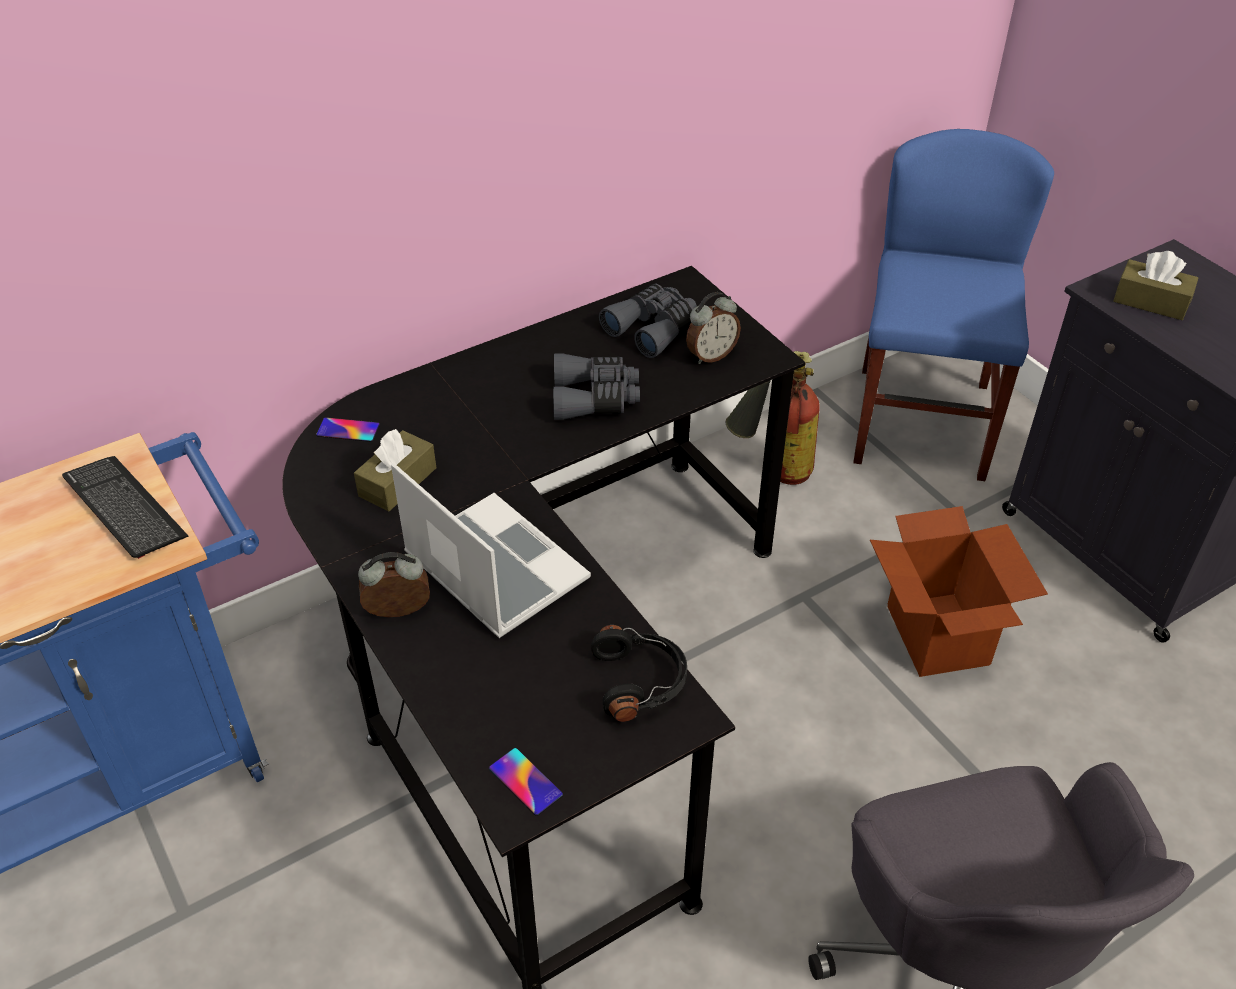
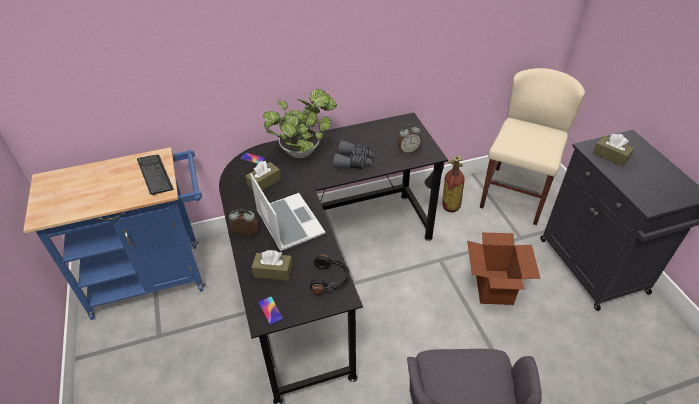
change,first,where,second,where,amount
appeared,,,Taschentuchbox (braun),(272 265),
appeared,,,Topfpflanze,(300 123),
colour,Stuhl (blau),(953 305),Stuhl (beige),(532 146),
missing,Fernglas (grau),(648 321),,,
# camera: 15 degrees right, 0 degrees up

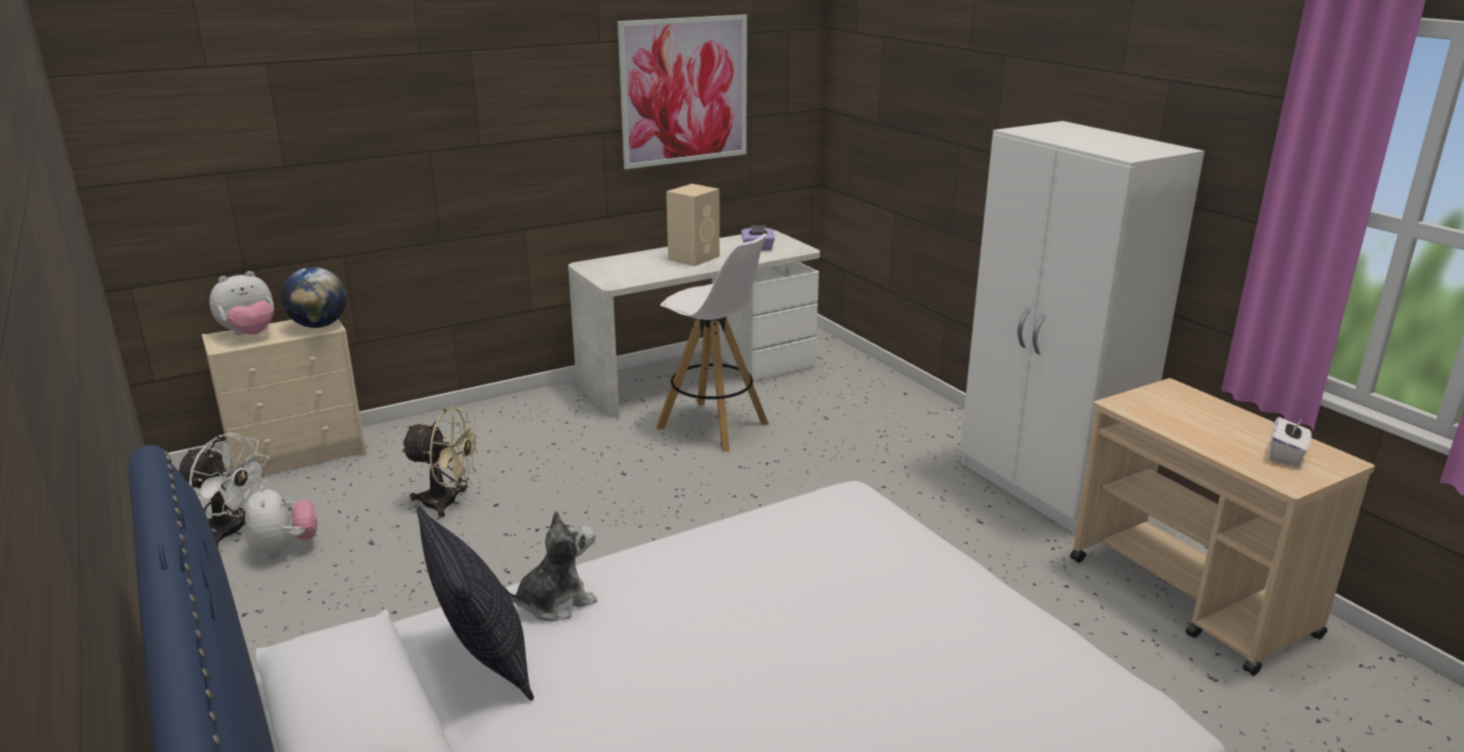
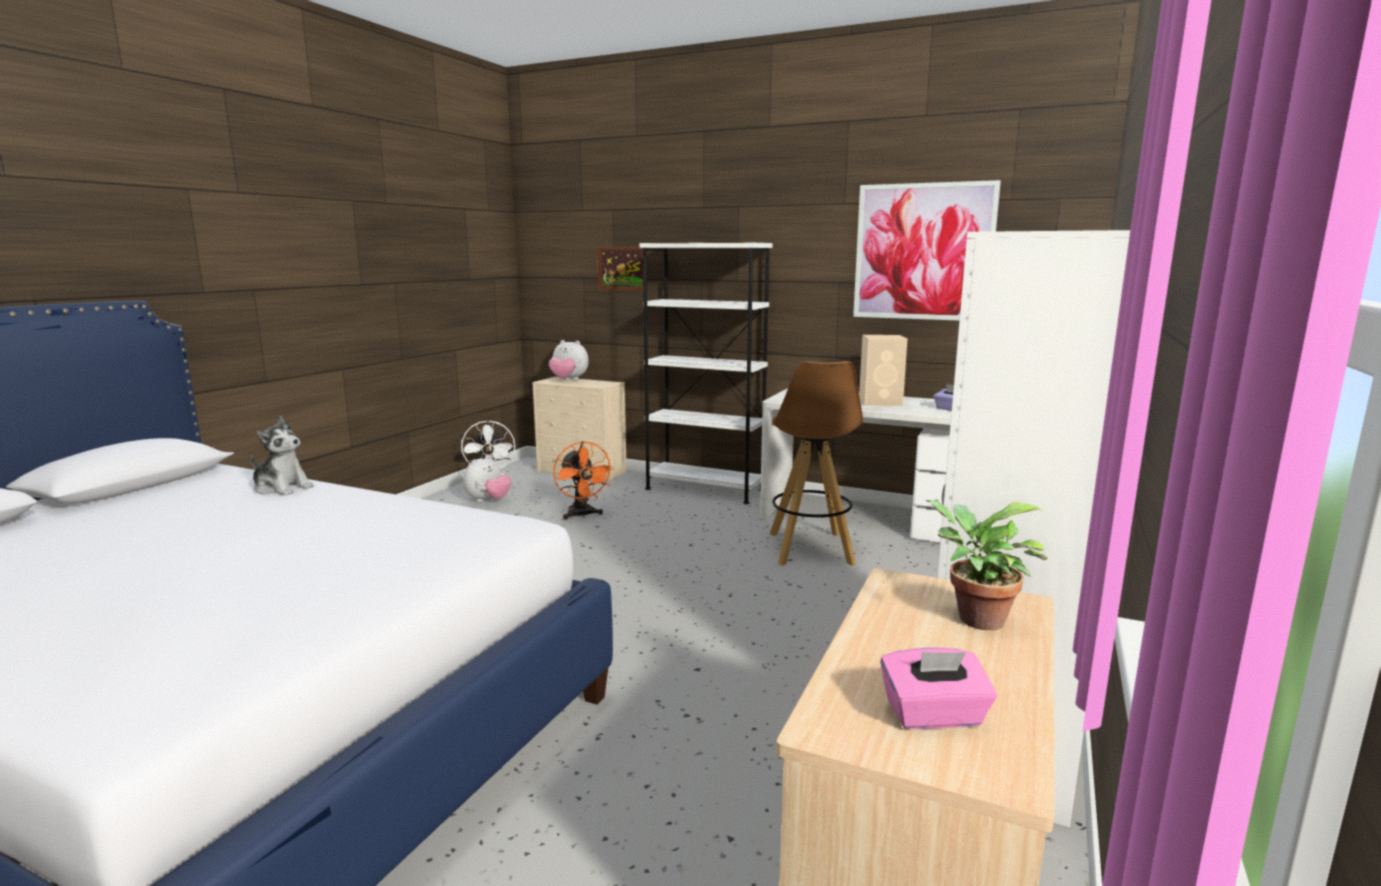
change,first,where,second,where,amount
colour,Ventilator (beige),(441 462),Ventilator (orange),(583 480),
appeared,,,Bild,(620 268),
appeared,,,Bücherregal (weiß),(706 373),
colour,Hocker (weiß),(712 342),Hocker (braun),(816 463),
colour,Taschentuchbox (weiß),(1290 441),Taschentuchbox (rosa),(938 688),
appeared,,,Topfpflanze,(986 564),
missing,Globus,(314 297),,,
missing,Kissen,(475 603),,,
# camera: 55 degrees right, 10 degrees down

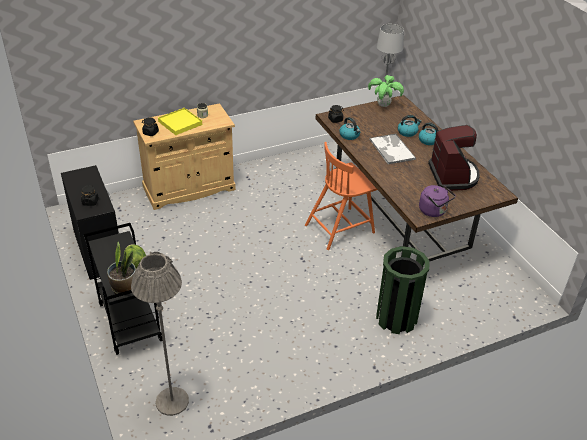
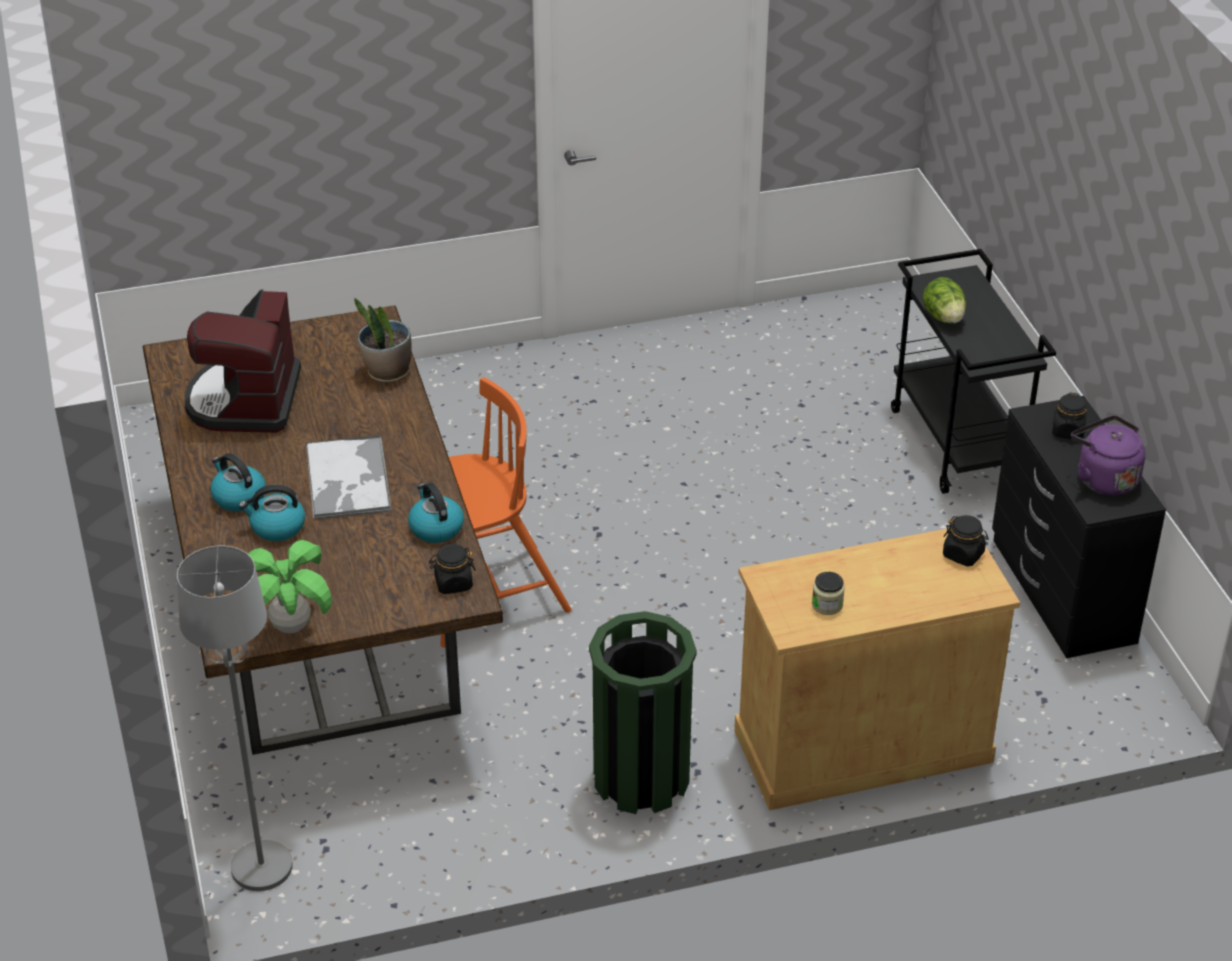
change,first,where,second,where,amount
relocated,Topfpflanze,(121 268),,(383 340),
relocated,Mülleimer (grün),(403 290),,(643 712),
relocated,Wasserkessel (lila),(437 201),,(1108 456),
missing,Stehlampe (grau),(160 334),,,
missing,Tablett (gelb),(180 121),,,
# camera: 170 degrees left, 0 degrees up

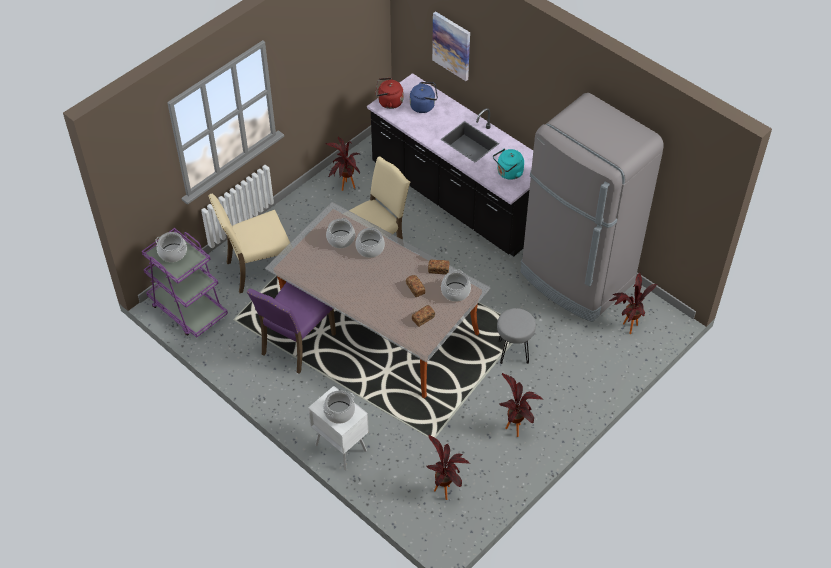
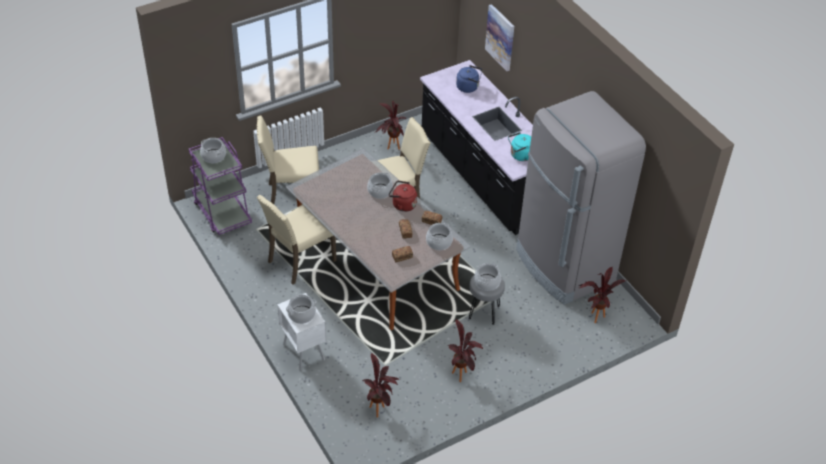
change,first,where,second,where,amount
colour,Stuhl (lila),(291 328),Stuhl (beige),(297 239),
relocated,Wasserkessel (rot),(389 93),,(403 196),
relocated,Kochtopf,(340 233),,(487 277),
# camera: 15 degrees right, 5 degrees down

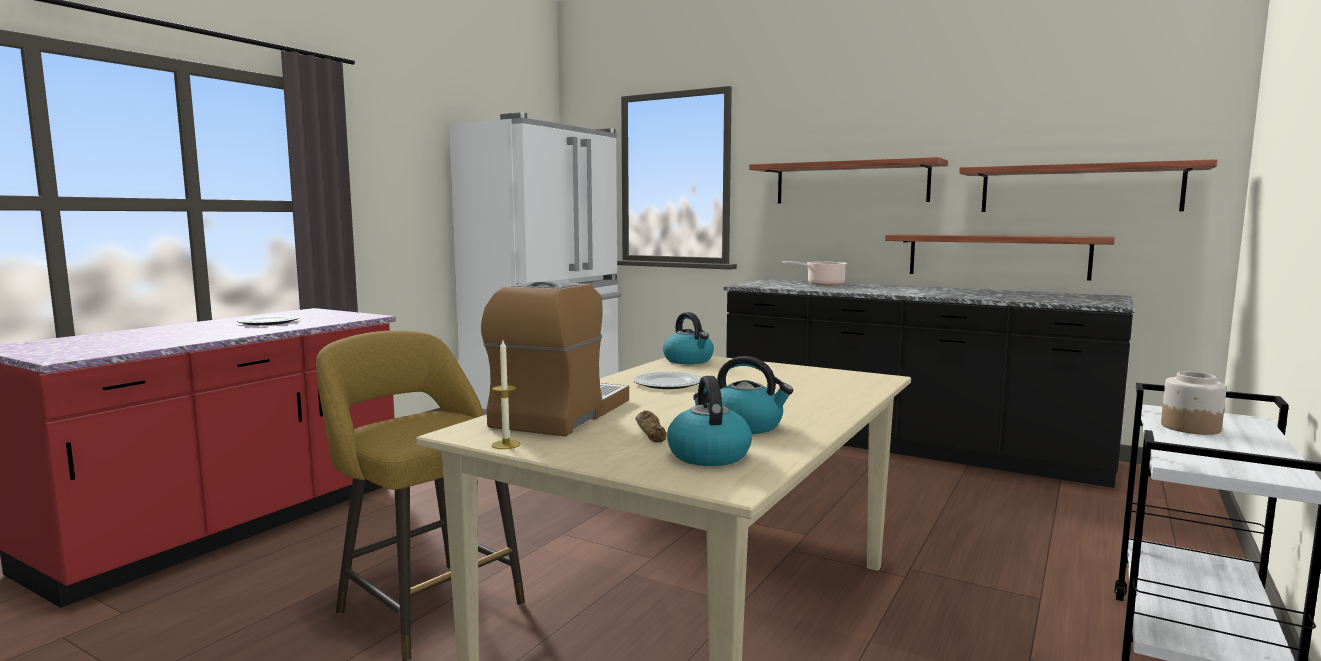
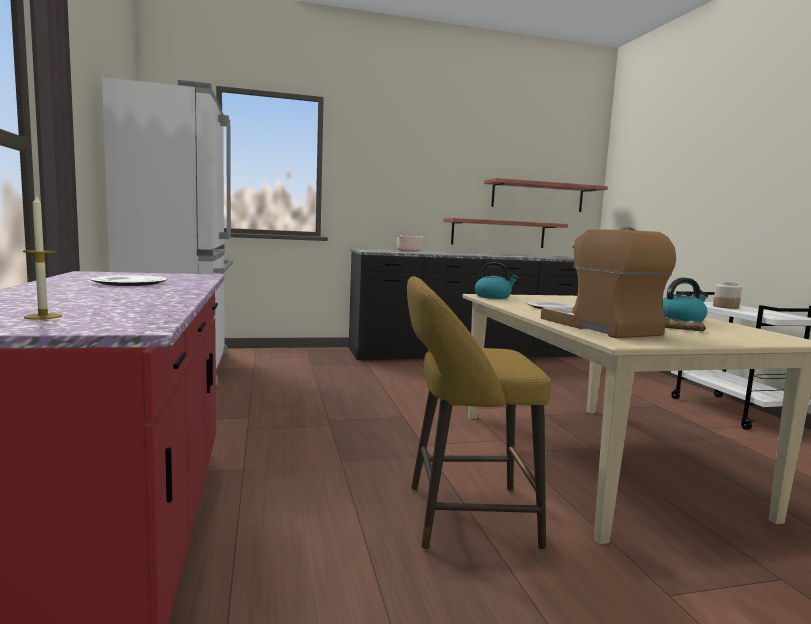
change,first,where,second,where,amount
relocated,Kerze,(506 394),,(42 256),
missing,Wasserkessel,(709 421),,,
missing,Wandregal,(848 180),,,
# camera: 45 degrees left, 0 degrees up

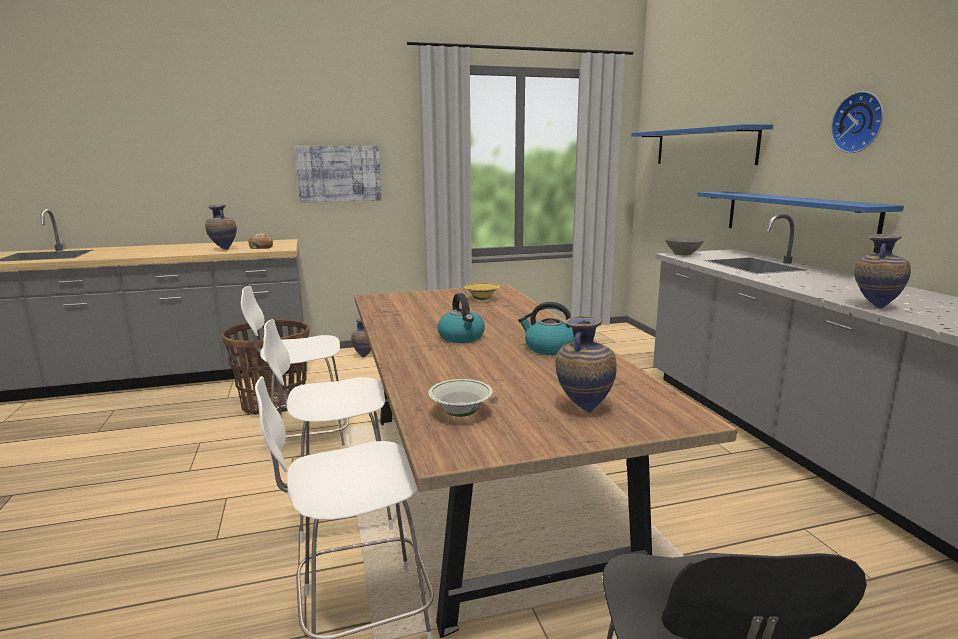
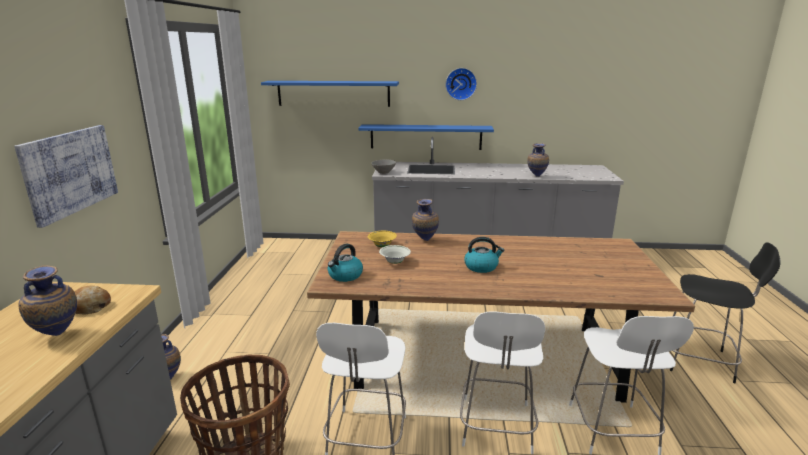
change,first,where,second,where,amount
relocated,Wasserkessel,(546 328),,(345 263),
relocated,Schüssel (weiß),(460 398),,(395 254),
relocated,Vase,(586 364),,(425 220),
# camera: 70 degrees left, 5 degrees up

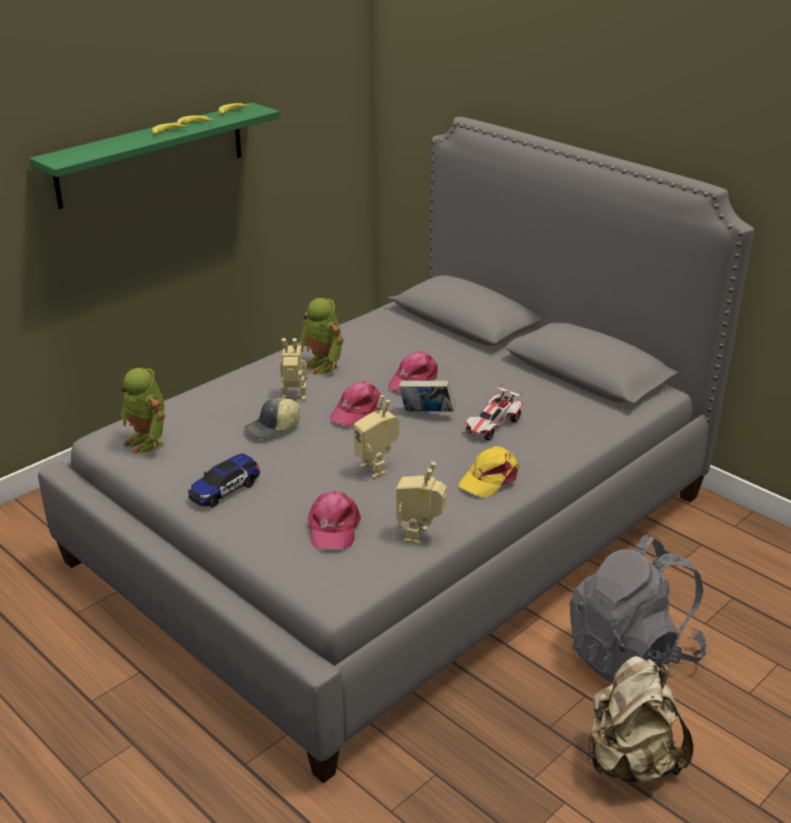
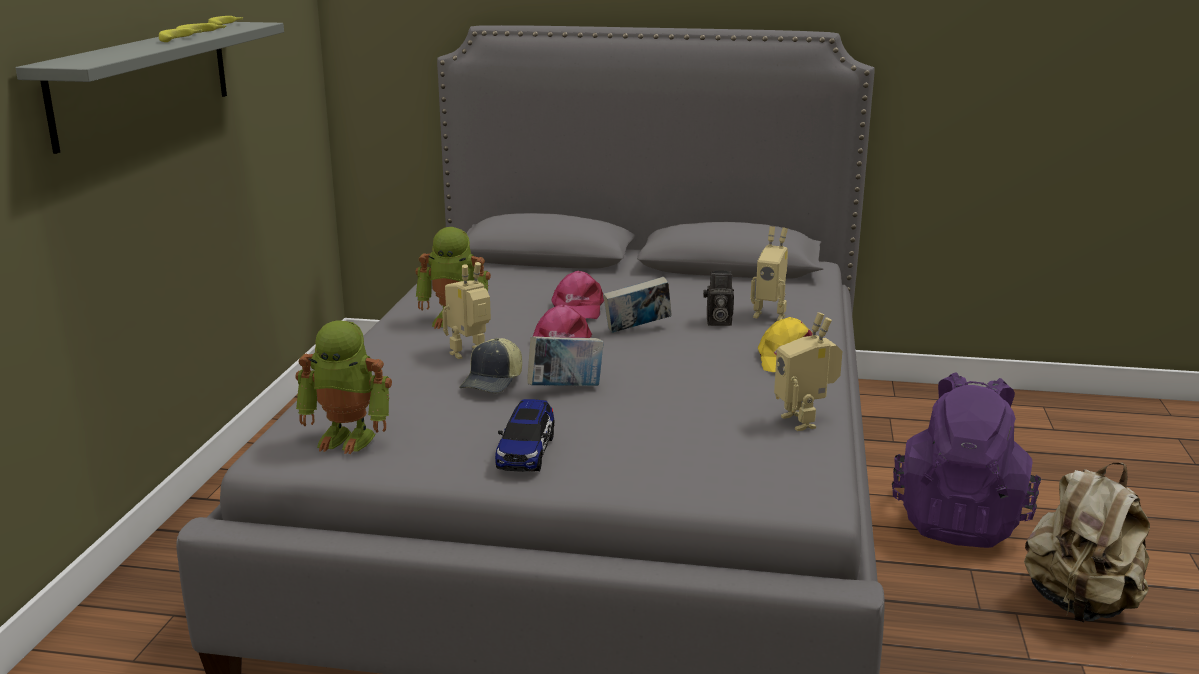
change,first,where,second,where,amount
colour,Wandregal (grün),(154 156),Wandregal (grau),(150 88),
appeared,,,Buch,(565 361),
exchanged,Spielzeugauto,(494 411),Kamera,(718 298),
relocated,Spielzeugroboter,(376 436),,(769 273),
colour,Rucksack (grau),(638 609),Rucksack (lila),(966 460),
missing,Kappe (rosa),(334 520),,,
# camera: 35 degrees left, 10 degrees down

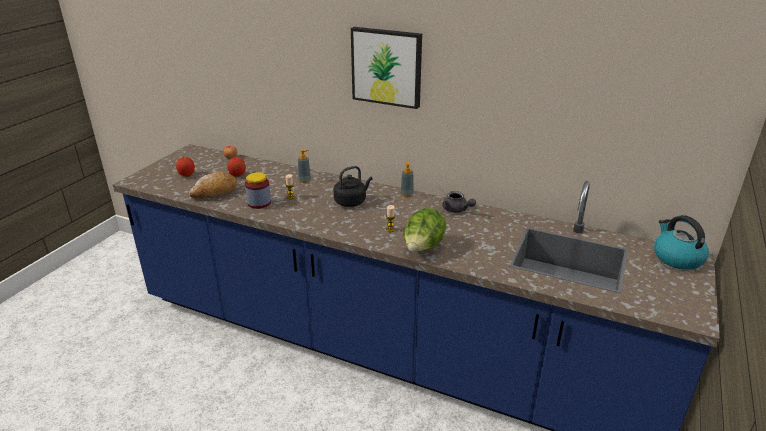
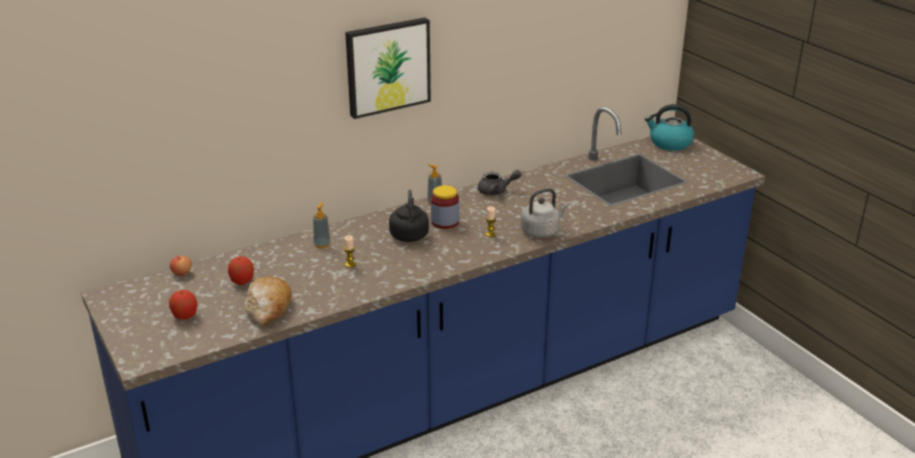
change,first,where,second,where,amount
relocated,Vorratsglas,(258 190),,(445 207),
exchanged,Salatkopf,(425 230),Wasserkessel (grau),(545 213),
# camera: 55 degrees left, 0 degrees up

